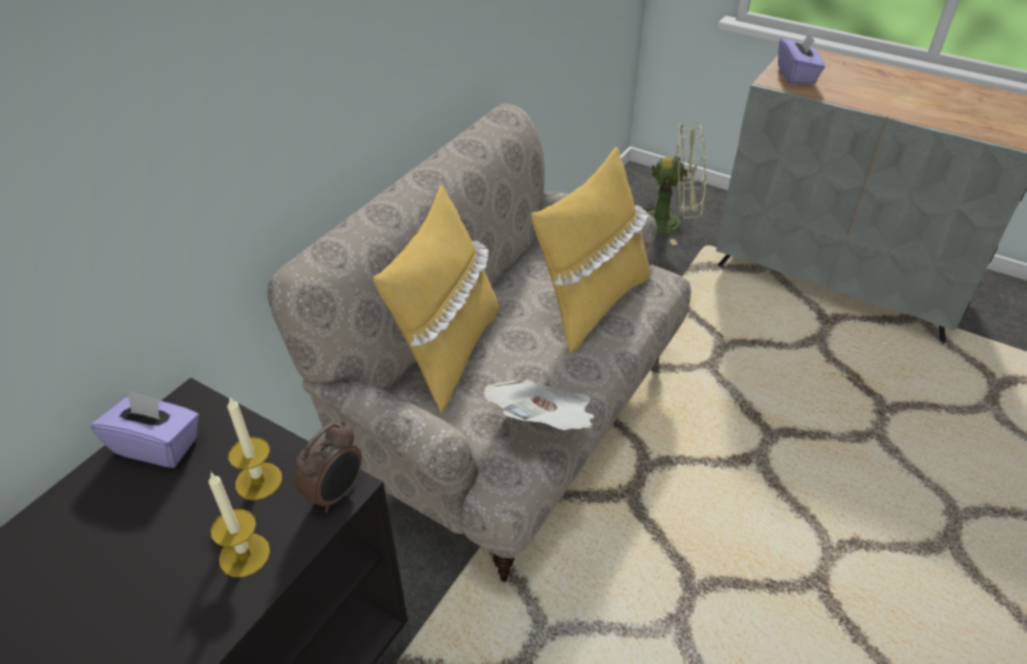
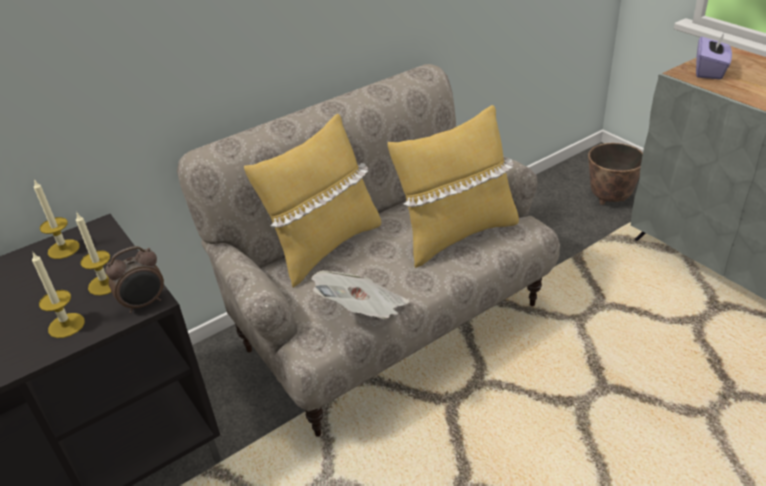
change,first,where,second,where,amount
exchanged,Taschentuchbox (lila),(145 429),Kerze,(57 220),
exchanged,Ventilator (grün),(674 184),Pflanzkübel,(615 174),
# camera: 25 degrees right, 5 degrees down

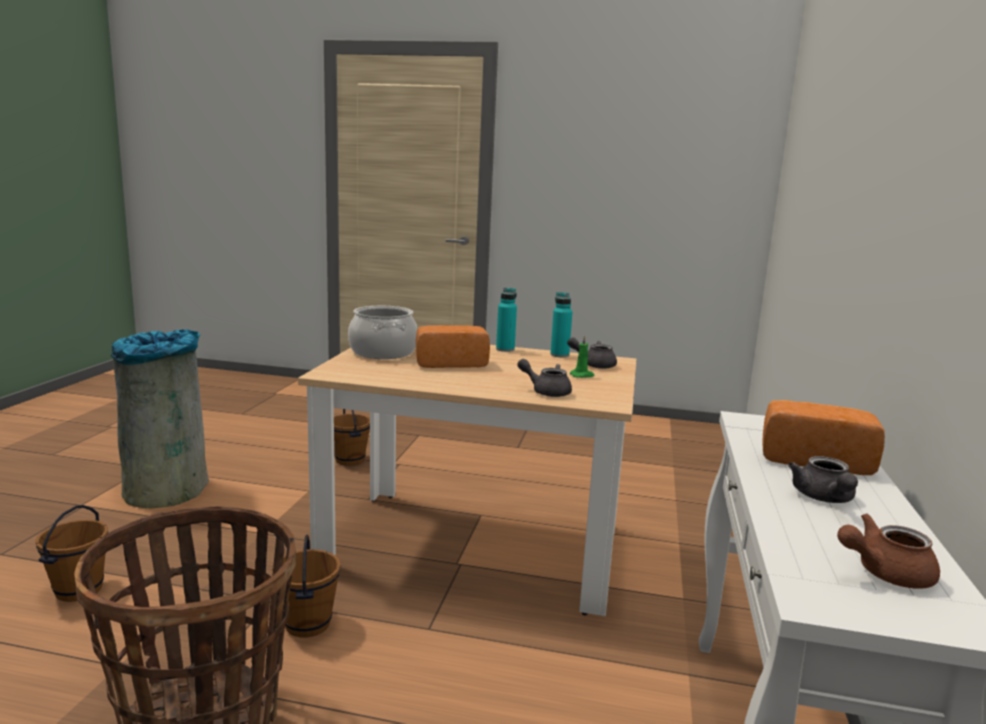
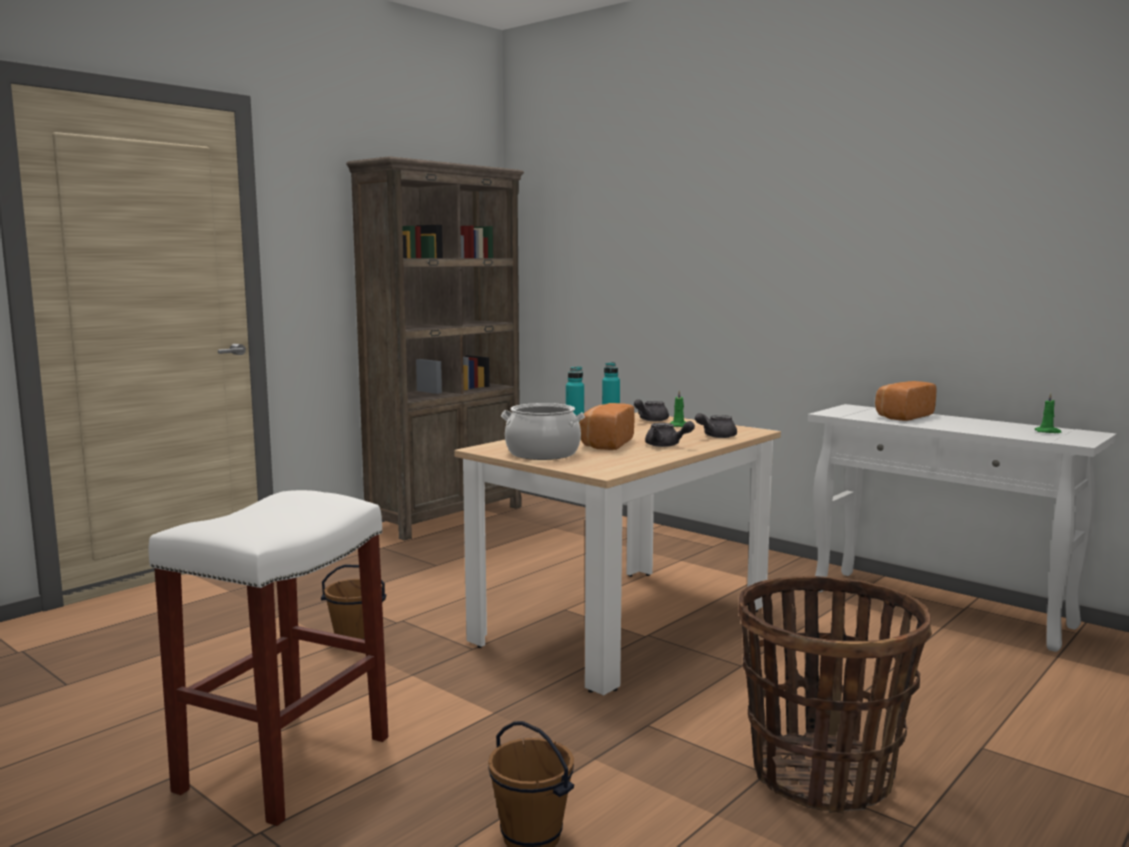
change,first,where,second,where,amount
exchanged,Mülleimer (grau),(160 418),Hocker (weiß),(268 658),
appeared,,,Bücherregal (braun),(435 348),
relocated,Teekanne (grau),(823 479),,(670 434),
exchanged,Teekanne (braun),(888 551),Kerze (grün),(1048 413),
missing,Eimer (braun),(306 586),,,
# camera: 60 degrees left, 5 degrees down

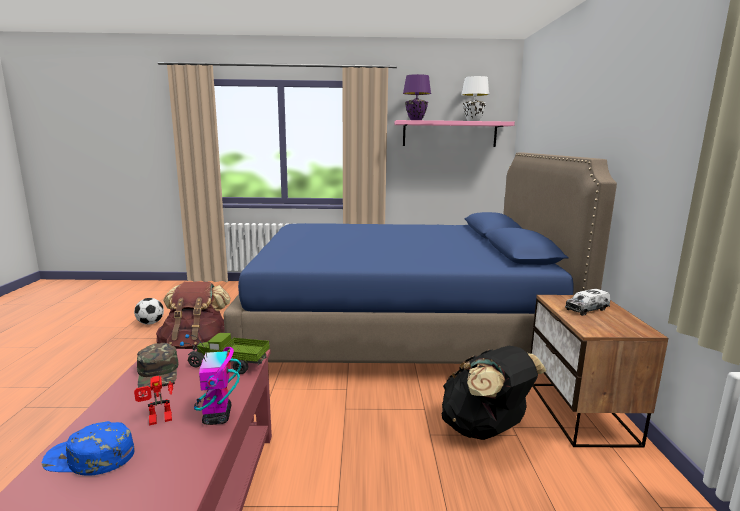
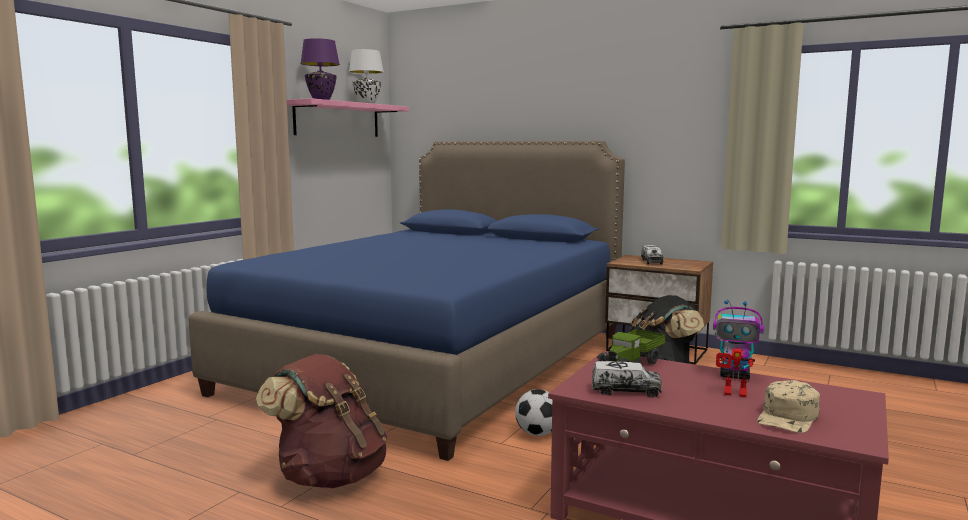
change,first,where,second,where,amount
relocated,Fußball,(149 311),,(533 412),
exchanged,Kappe (grün),(157 365),Spielzeuglaster,(627 379),
spun,Spielzeugroboter,(154 401),,(735 372),105 degrees clockwise
colour,Kappe (blau),(88 448),Kappe (beige),(788 406),
# camera: 60 degrees left, 5 degrees down

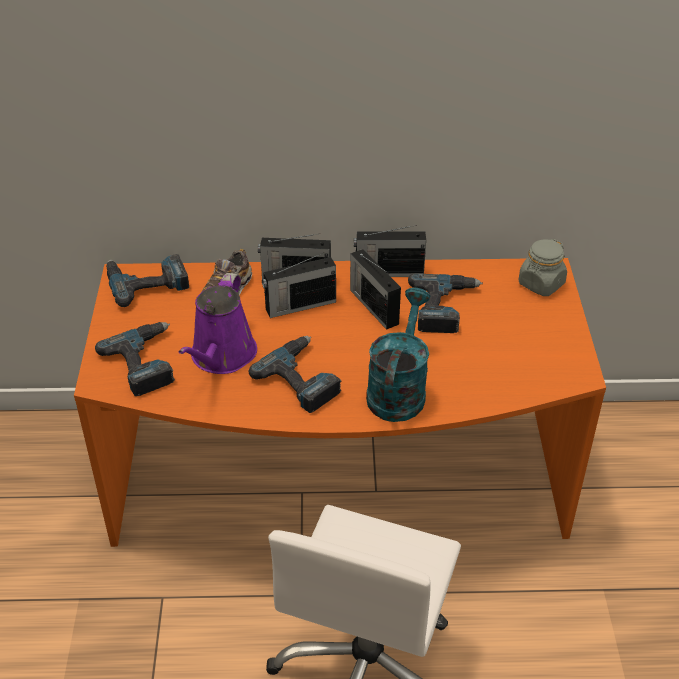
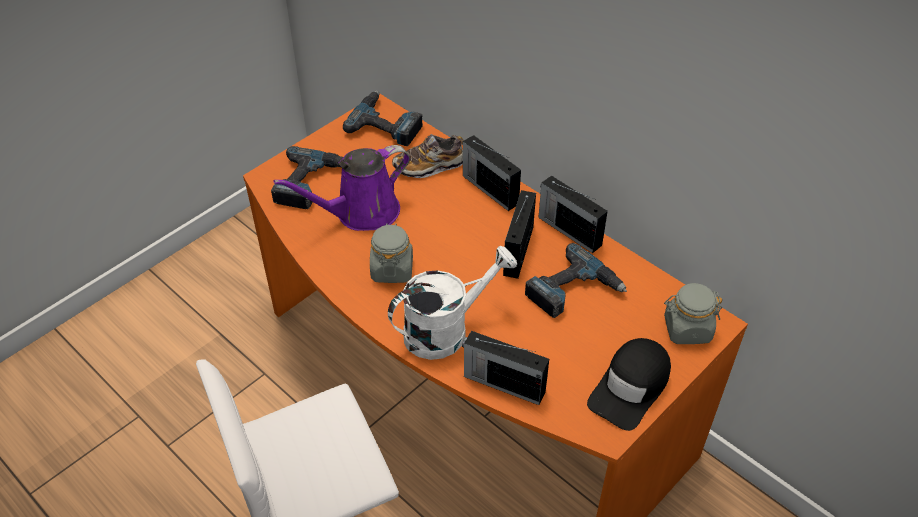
change,first,where,second,where,amount
exchanged,Bohrmaschine,(295 374),Vorratsglas (grau),(391 253),
colour,Gießkanne (türkis),(398 355),Gießkanne (weiß),(452 303),
relocated,Radio,(299 285),,(505 368),
appeared,,,Kappe (schwarz),(629 384),
# camera: 45 degrees right, 5 degrees up

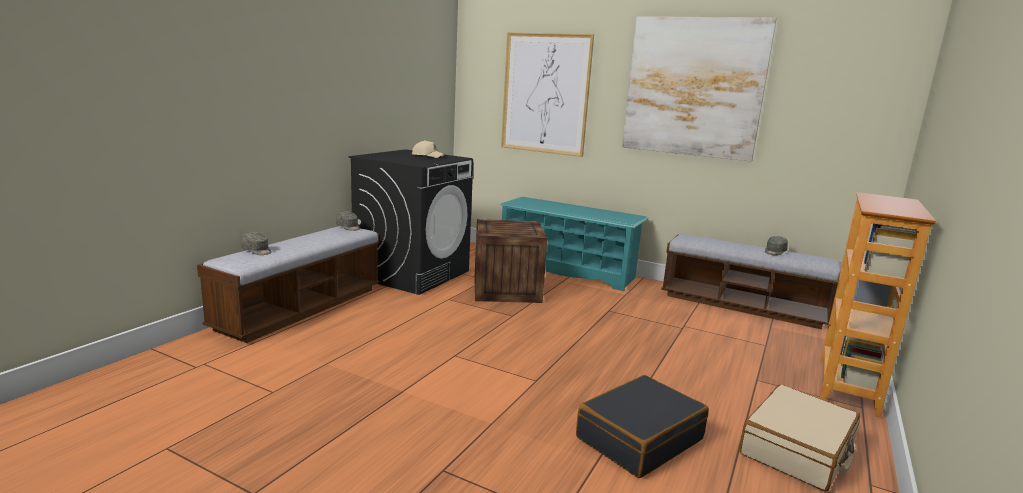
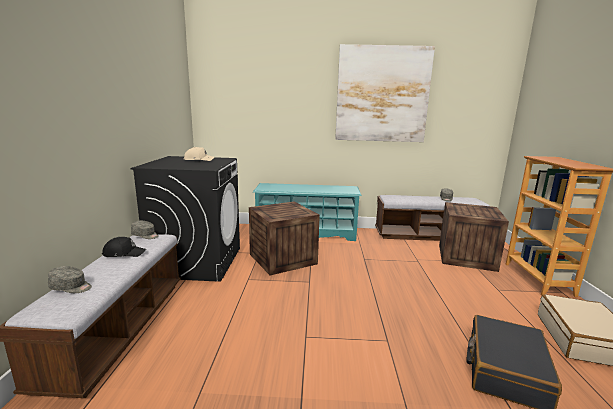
change,first,where,second,where,amount
appeared,,,Kappe (schwarz),(124 247),
appeared,,,Kiste,(474 237),
missing,Bild,(547 94),,,
# camera: 25 degrees left, 0 degrees up

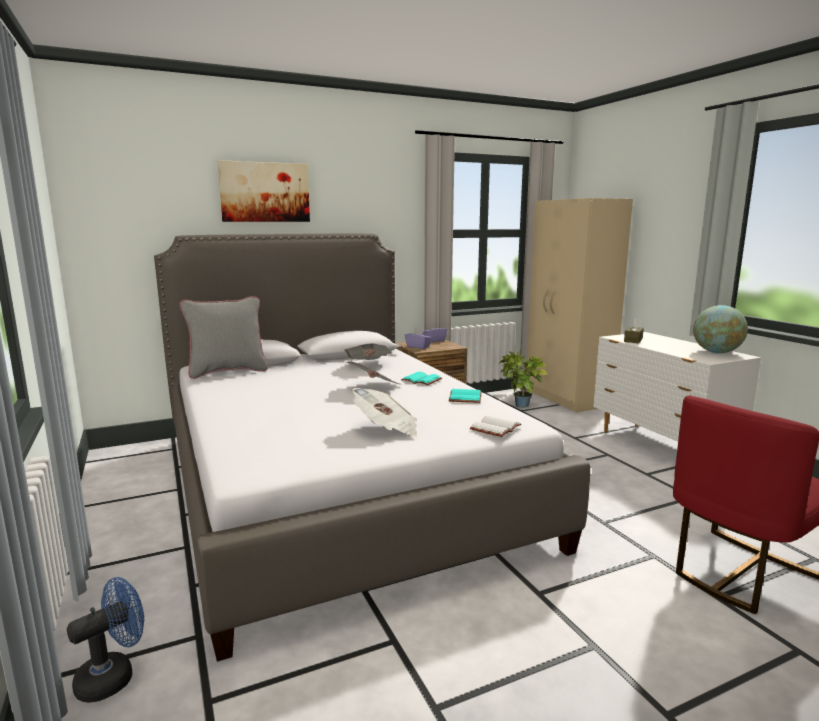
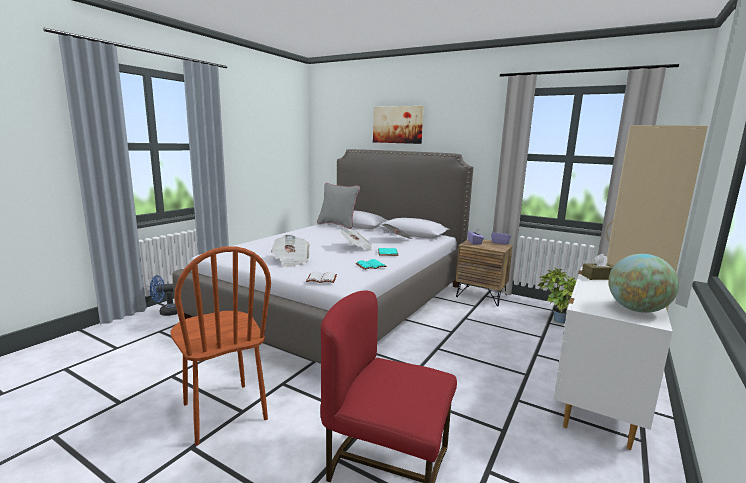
change,first,where,second,where,amount
spun,Ventilator (blau),(105 640),,(164 295),150 degrees clockwise
appeared,,,Stuhl (braun),(221 345),
# camera: 55 degrees right, 0 degrees up

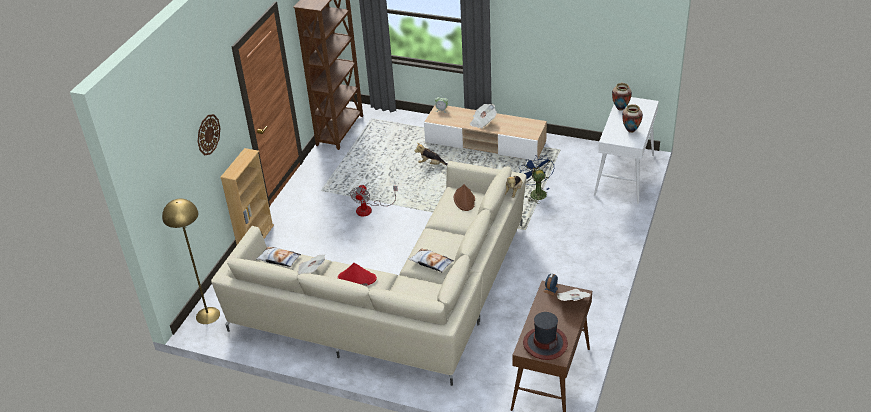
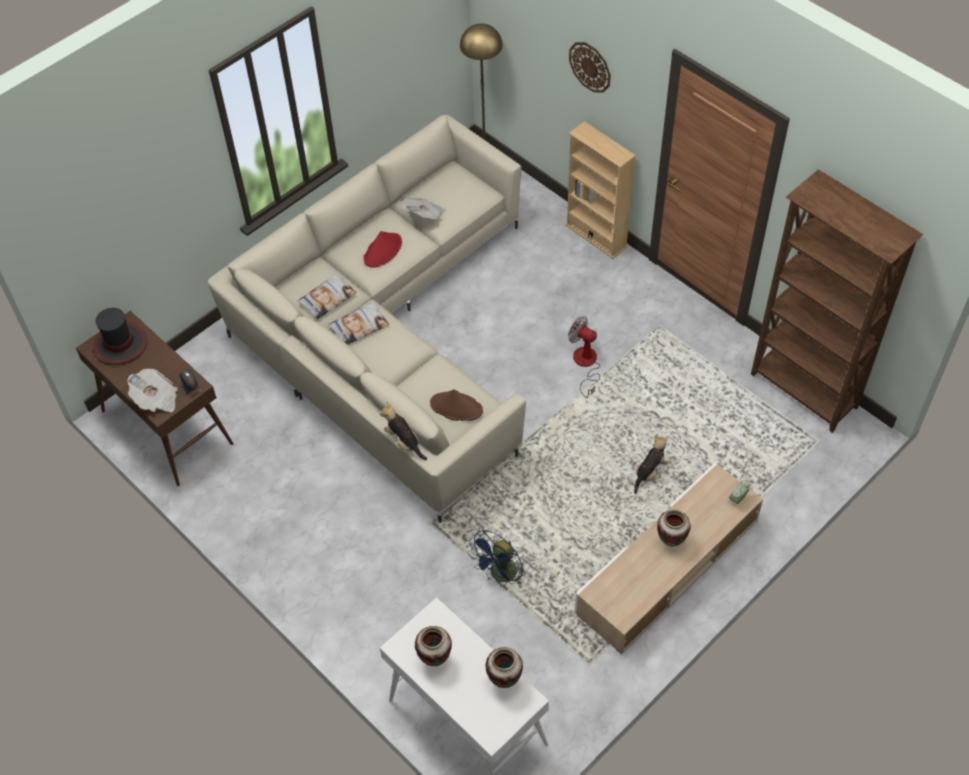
change,first,where,second,where,amount
relocated,Kissen,(278 257),,(327 296),
spun,Ventilator (blau),(536 180),,(497 558),120 degrees clockwise
exchanged,Zeitung,(483 116),Vase,(674 527),
# camera: 115 degrees right, 15 degrees up

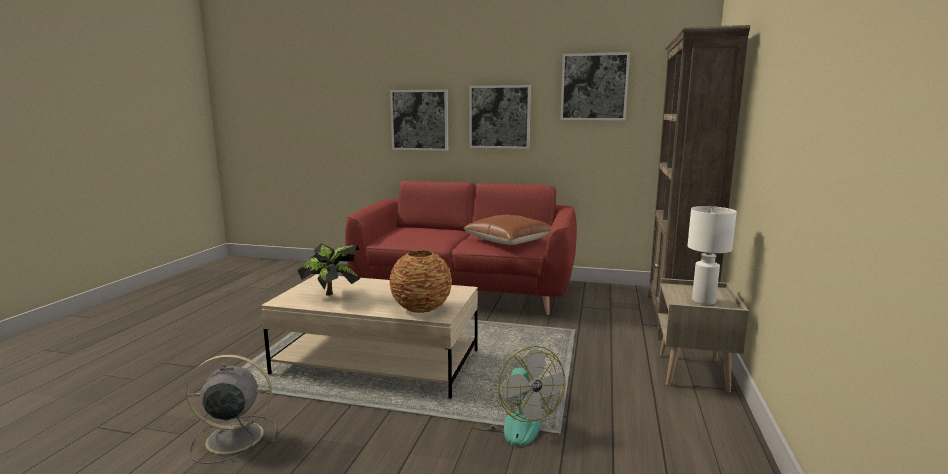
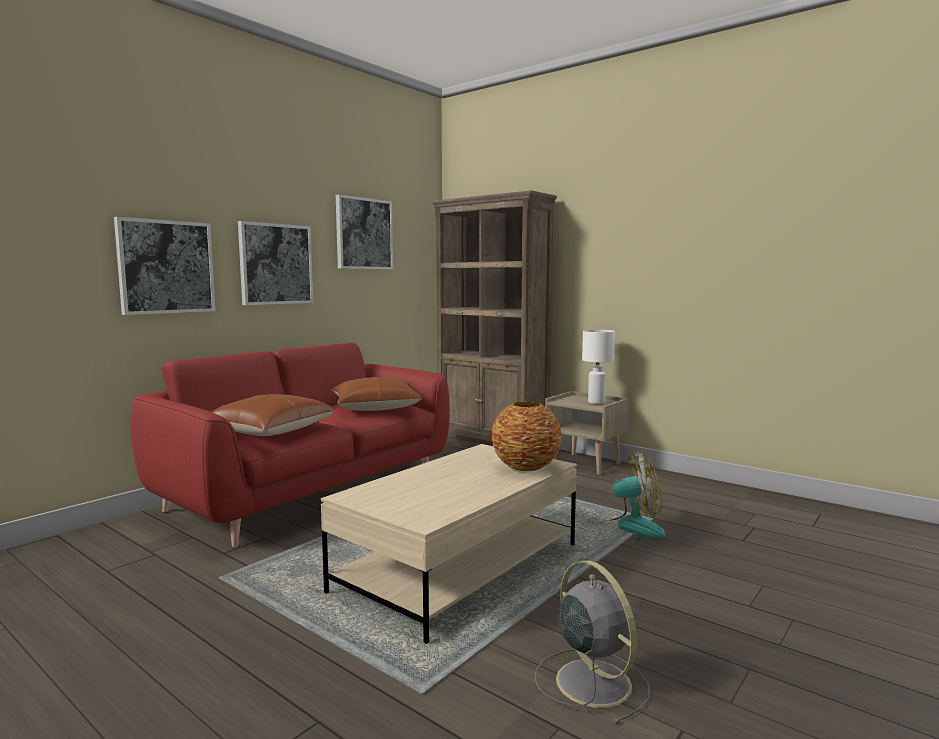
change,first,where,second,where,amount
appeared,,,Kissen (braun),(273 415),
spun,Ventilator (grau),(231 409),,(592 642),135 degrees clockwise
missing,Topfpflanze,(329 269),,,
# camera: 65 degrees left, 5 degrees down

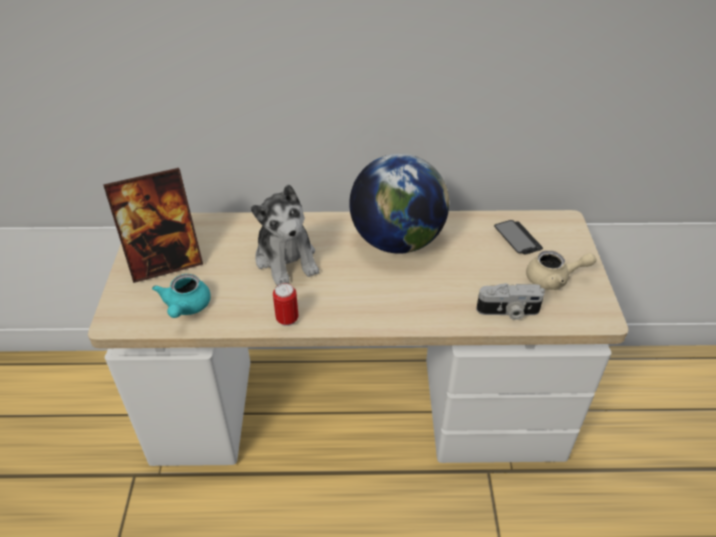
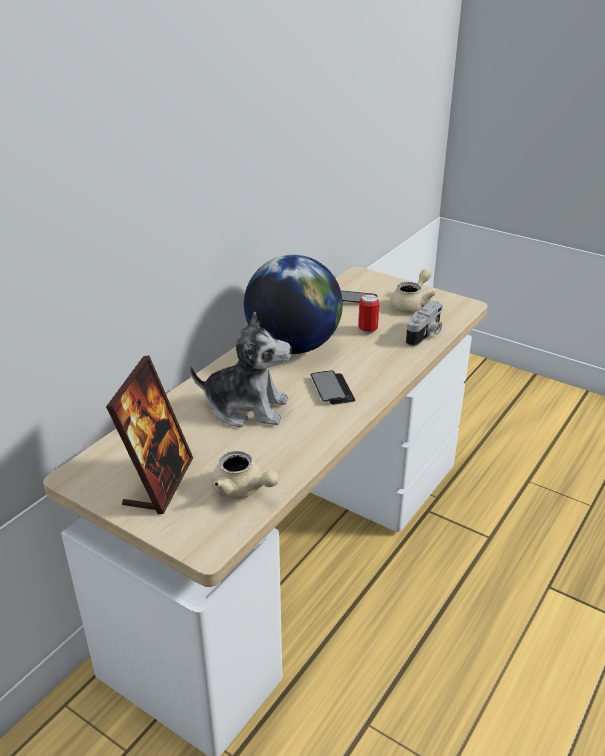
change,first,where,second,where,amount
colour,Teekanne (türkis),(181 296),Teekanne (beige),(245 475),
appeared,,,Handy,(332 387),
relocated,Dose,(285 304),,(368 314),
# camera: 55 degrees left, 10 degrees down

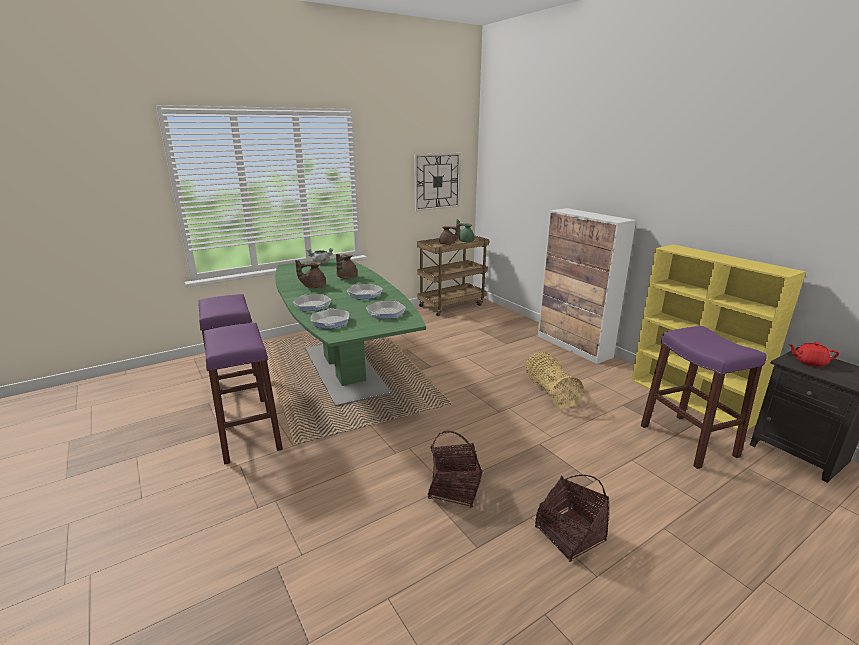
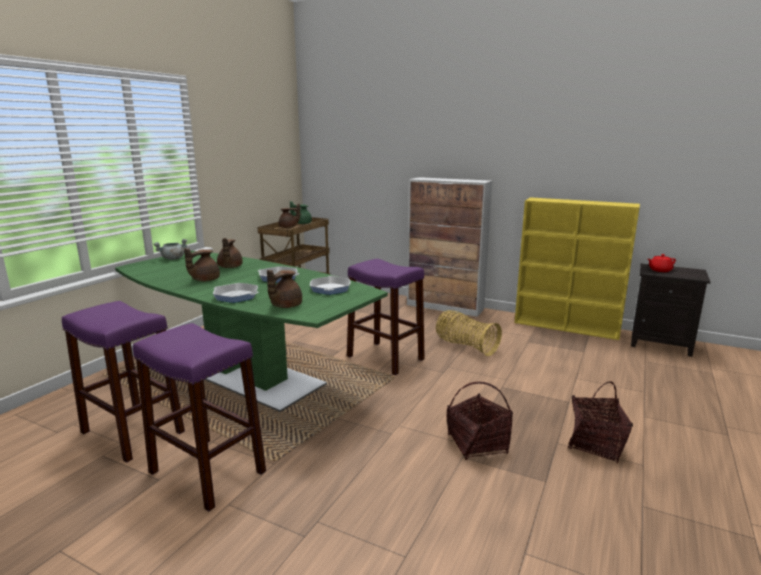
change,first,where,second,where,amount
exchanged,Pfanne,(330 318),Teekanne (braun),(284 289),
relocated,Hocker (lila),(704 397),,(386 317),
missing,Wanduhr,(437 182),,,
# camera: 30 degrees left, 5 degrees down

